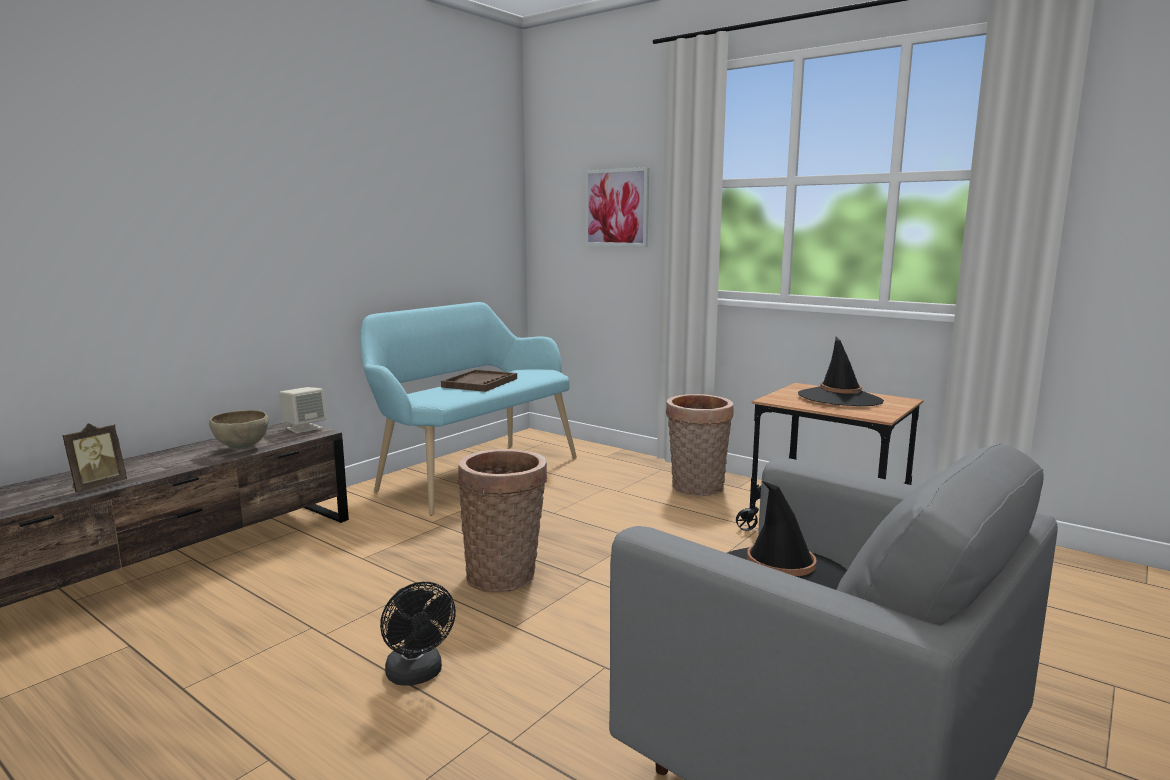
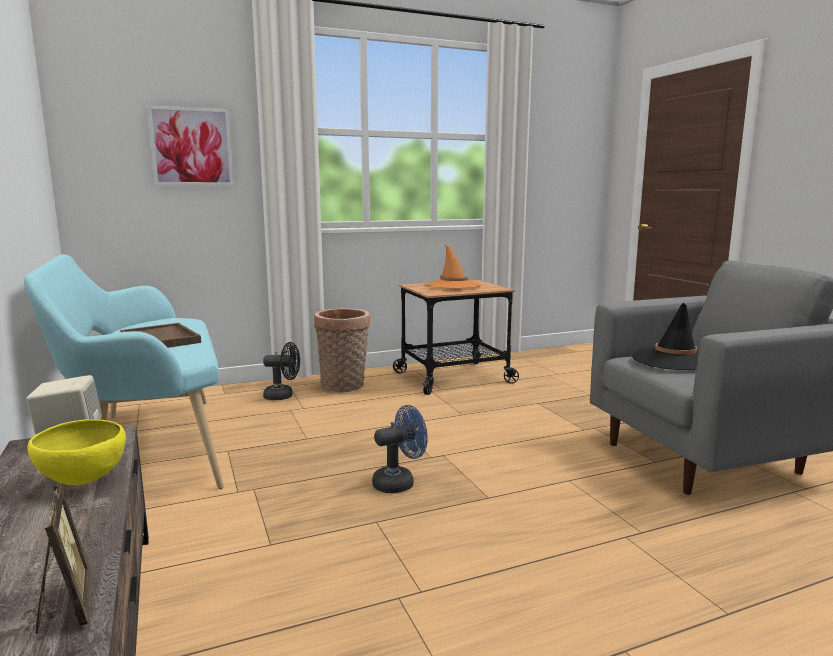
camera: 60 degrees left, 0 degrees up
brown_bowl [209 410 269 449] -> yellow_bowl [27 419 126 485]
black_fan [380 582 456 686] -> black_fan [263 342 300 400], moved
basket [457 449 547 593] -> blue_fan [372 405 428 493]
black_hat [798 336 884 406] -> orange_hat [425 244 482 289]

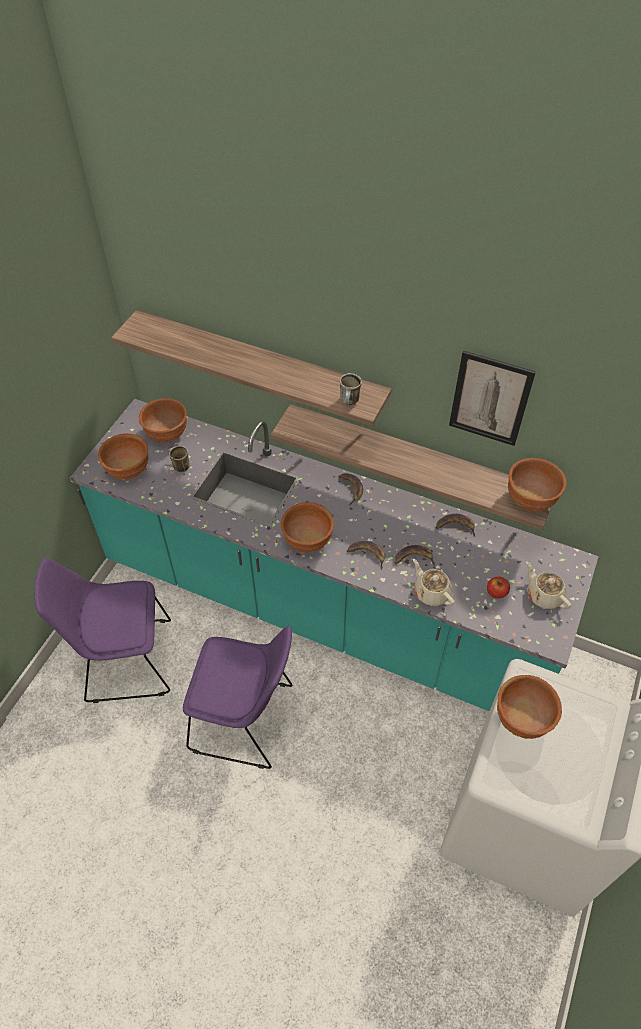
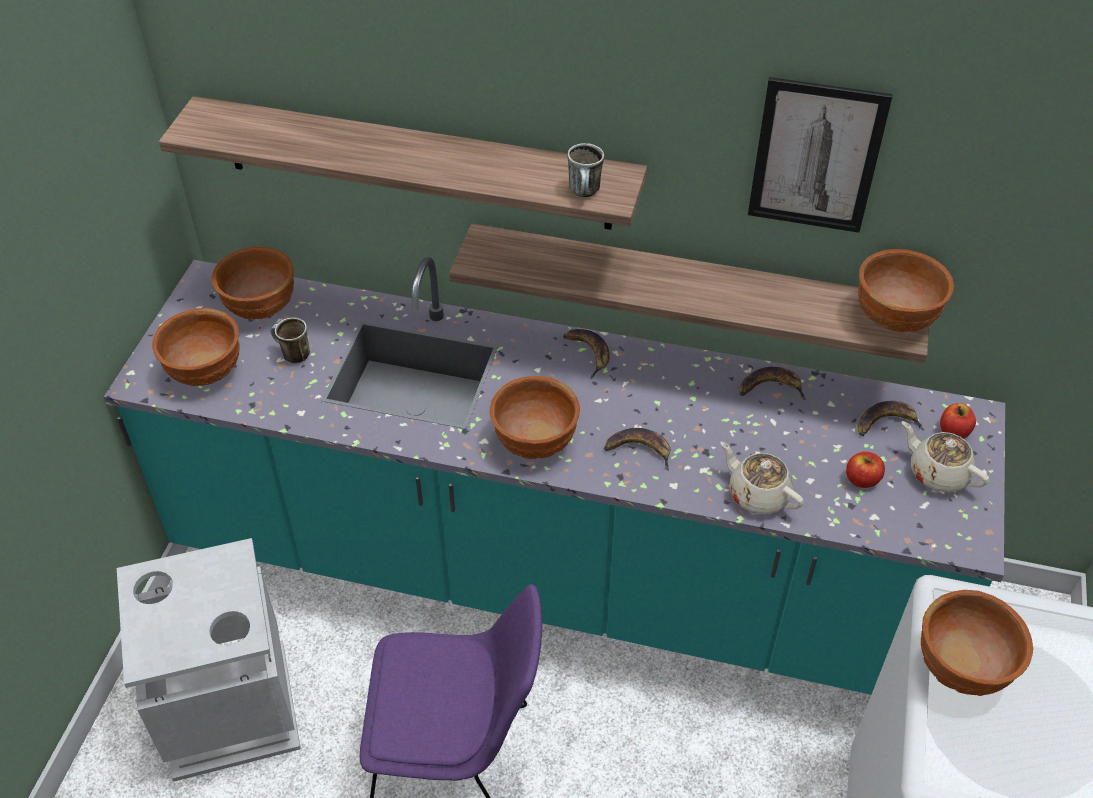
camera: 10 degrees left, 5 degrees down
purple_chair [34 558 171 703] -> grey_trash_can [117 538 301 782]
banana [394 545 435 566] -> banana [857 401 925 436], moved
none -> apple [940 403 976 439]

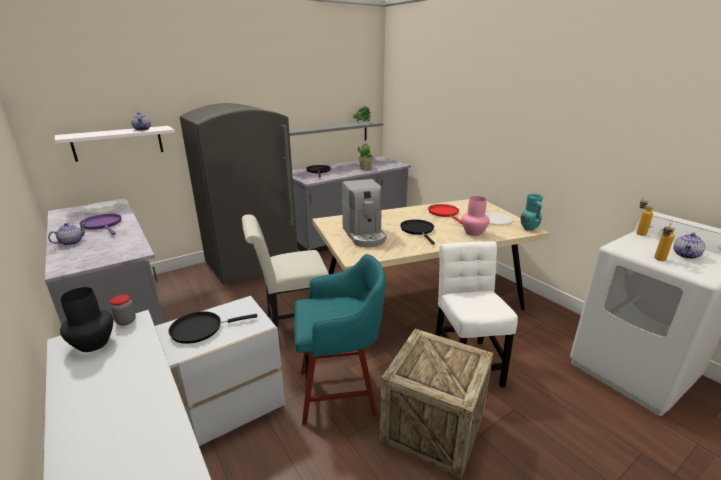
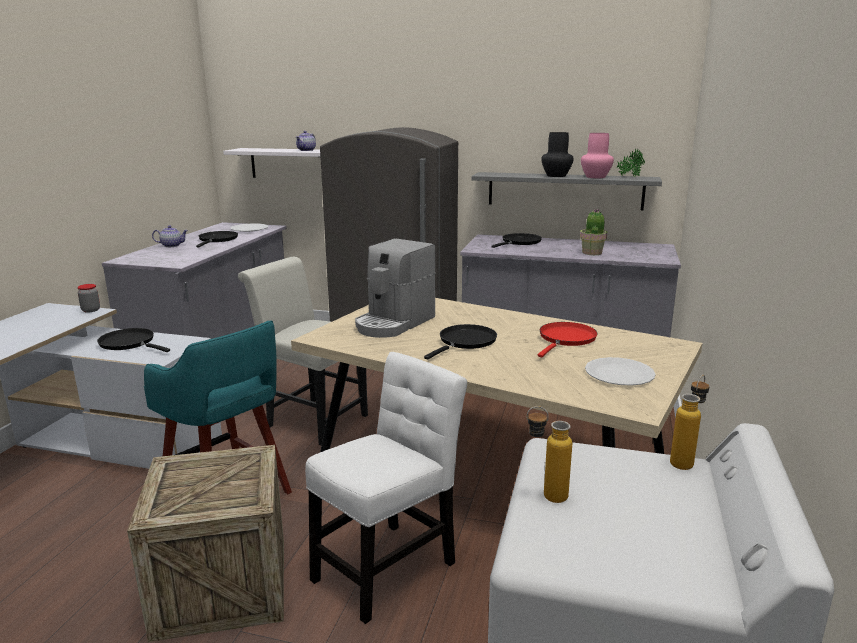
camera: 50 degrees right, 5 degrees down
purple_frying_pan [80 214 121 235] -> black_frying_pan [196 231 238 247]
black_vase [60 287 113 352] -> black_vase [541 132 574 177], moved
pink_vase [461 196 490 236] -> pink_vase [581 133 614 178], moved
turquoise_vase [520 194 543 231] -> none
teapot [673 233 705 259] -> none

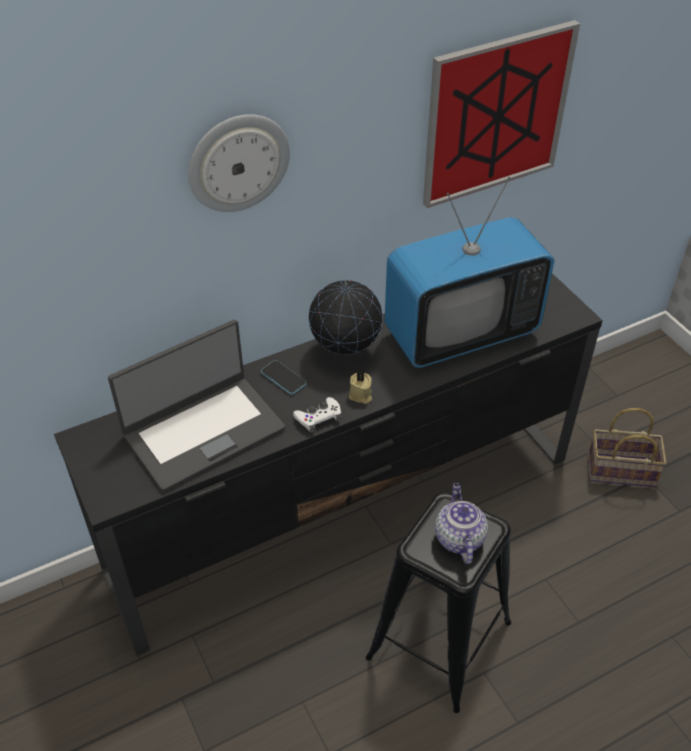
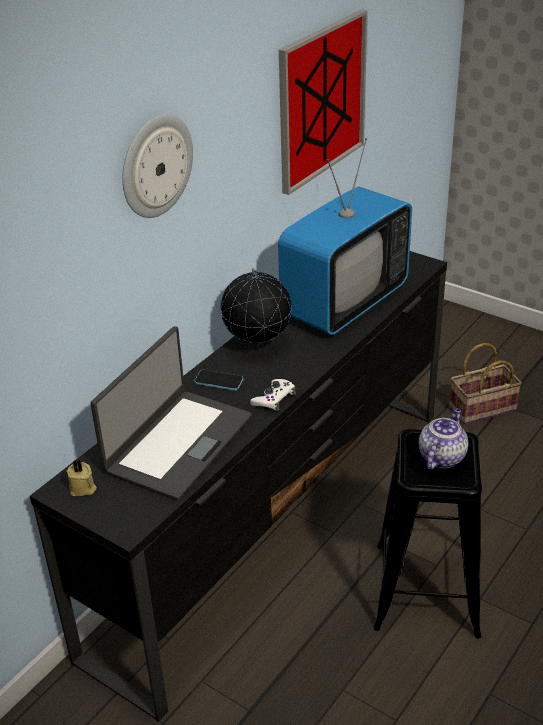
camera: 25 degrees left, 10 degrees down
beige_candle [349 370 372 404] -> beige_candle [67 459 97 496], moved
teapot [435 483 488 564] -> teapot [419 408 468 470], 60 degrees clockwise

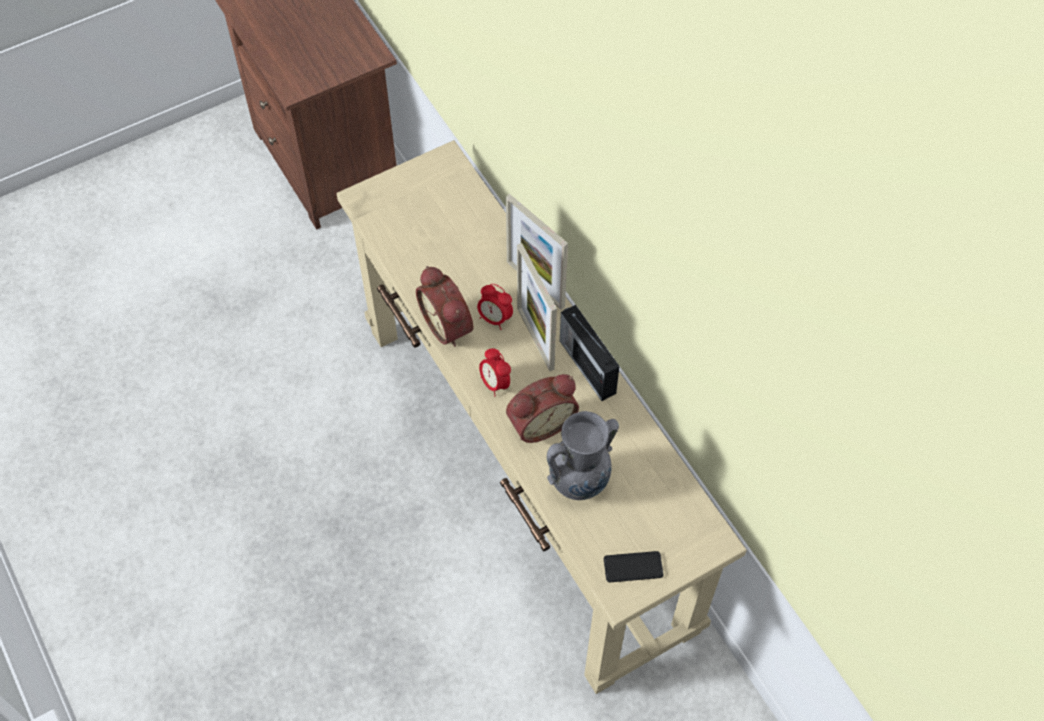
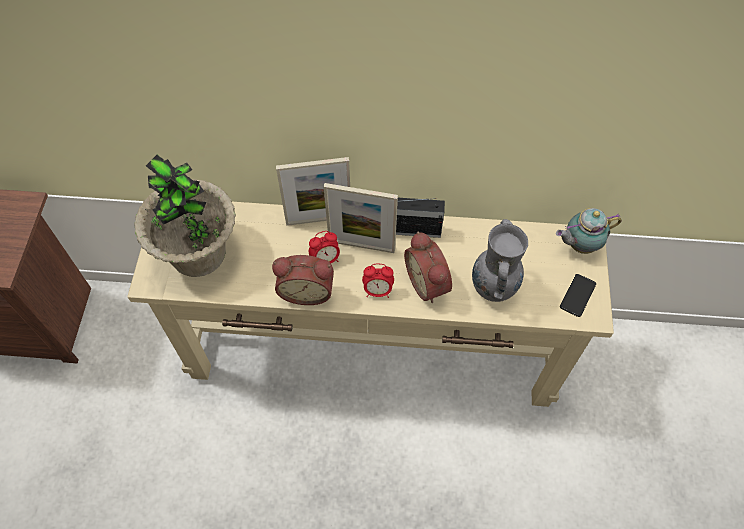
camera: 55 degrees left, 0 degrees up
none -> potted_plant [134 155 236 277]
alarm_clock [506 374 579 443] -> alarm_clock [404 231 452 303], 150 degrees clockwise
none -> teapot [556 208 622 254]

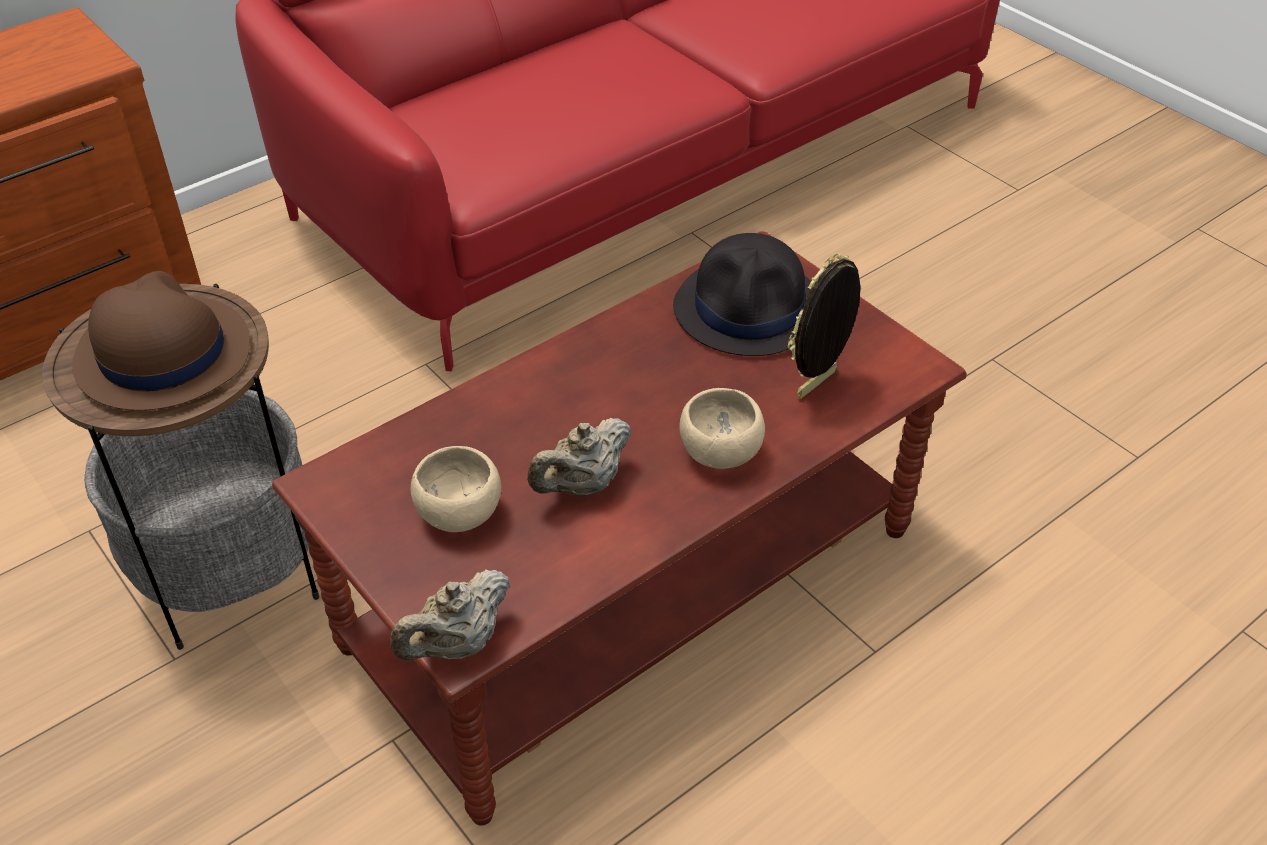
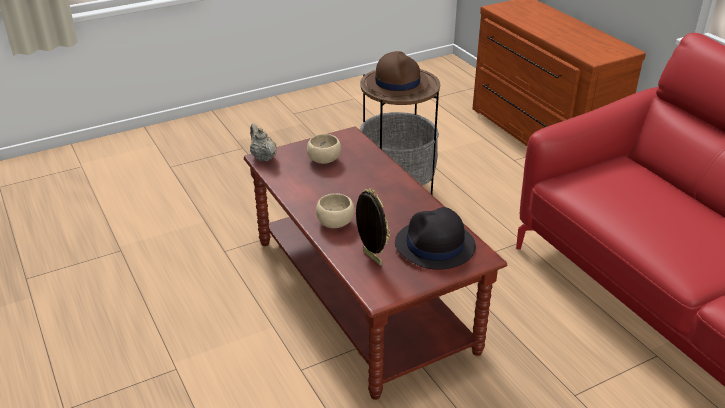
camera: 100 degrees right, 10 degrees down
beige_teapot [527 418 631 496] -> none

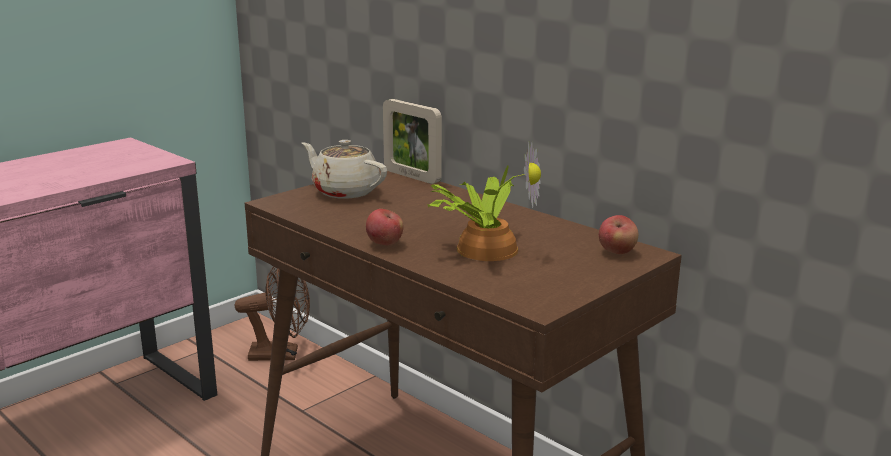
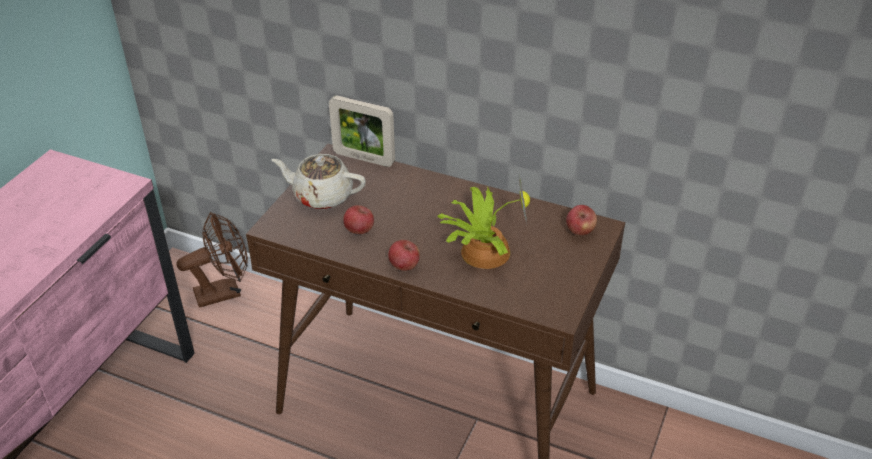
camera: 20 degrees left, 20 degrees up
none -> apple [343 205 374 234]

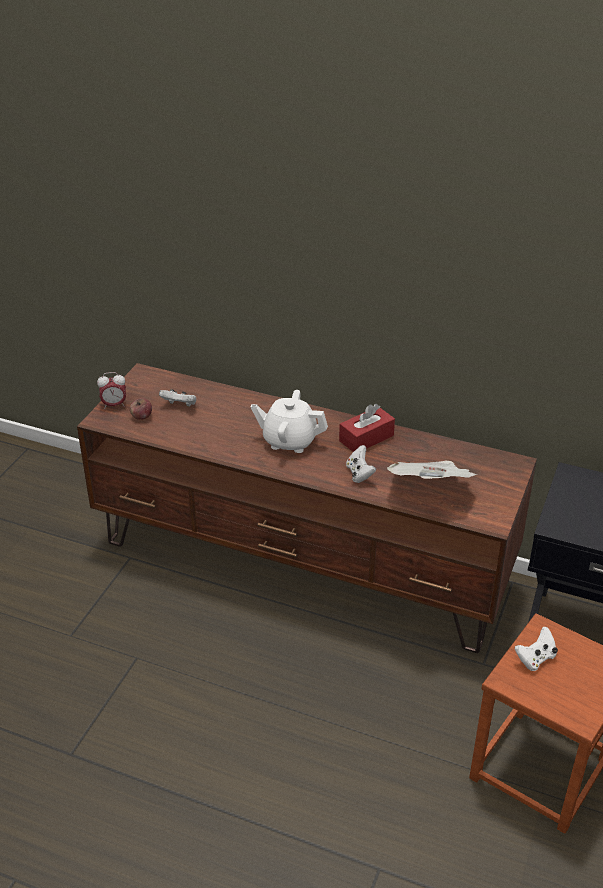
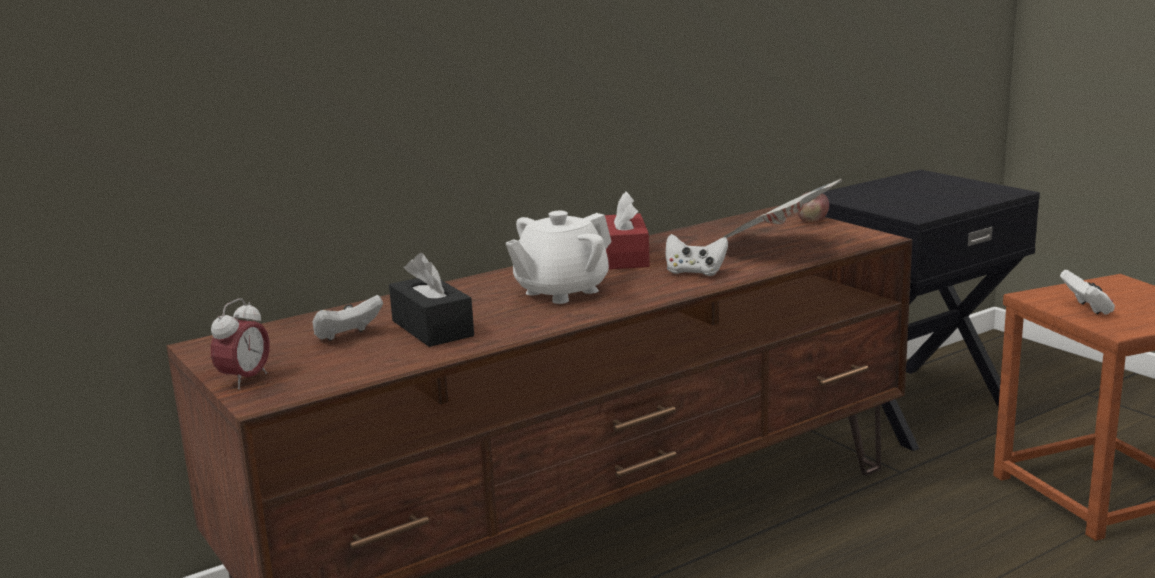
camera: 55 degrees left, 20 degrees down
none -> black_tissue_box [389 253 474 347]
apple [130 398 152 420] -> apple [797 191 829 223], moved

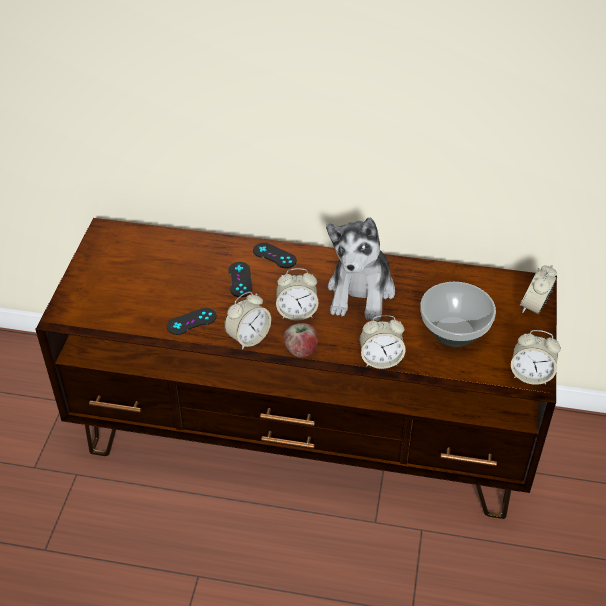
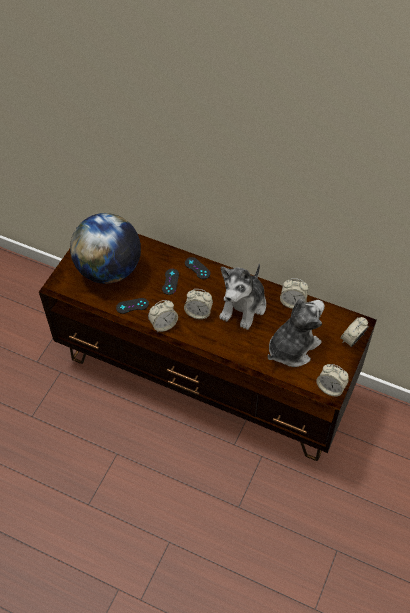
camera: 15 degrees right, 10 degrees up
none -> globe [70 213 141 284]
bowl [420 282 496 347] -> plush_toy [267 299 325 367]
alarm_clock [360 315 406 369] -> alarm_clock [280 278 309 309], moved
apple [284 323 318 357] -> none

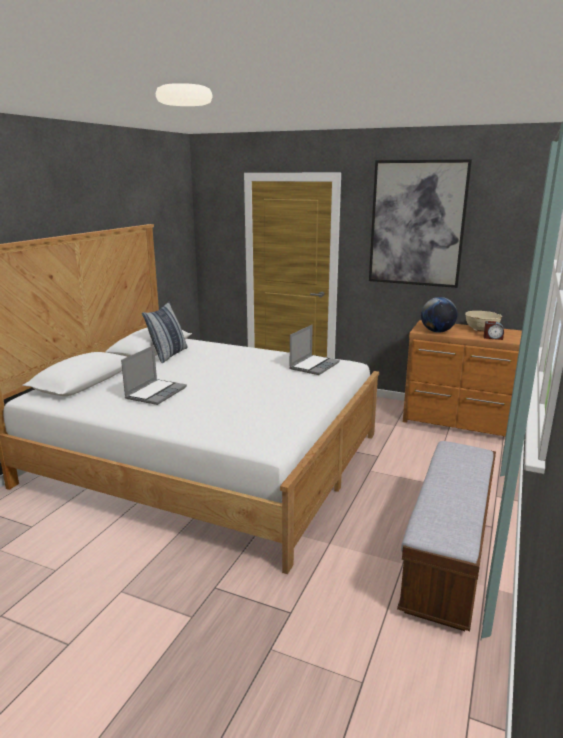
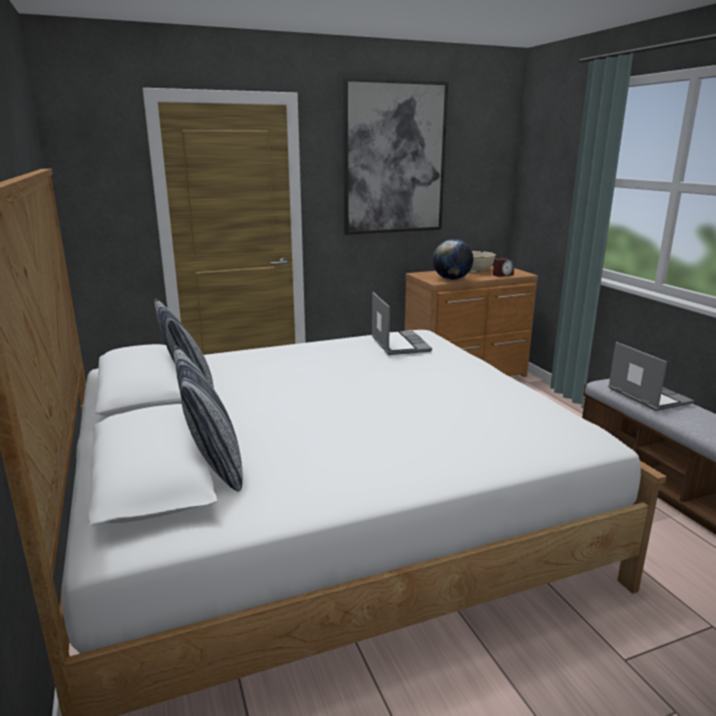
camera: 45 degrees left, 0 degrees up
none -> pillow [174 346 243 492]
laptop [121 345 187 405] -> laptop [608 342 694 411], moved

